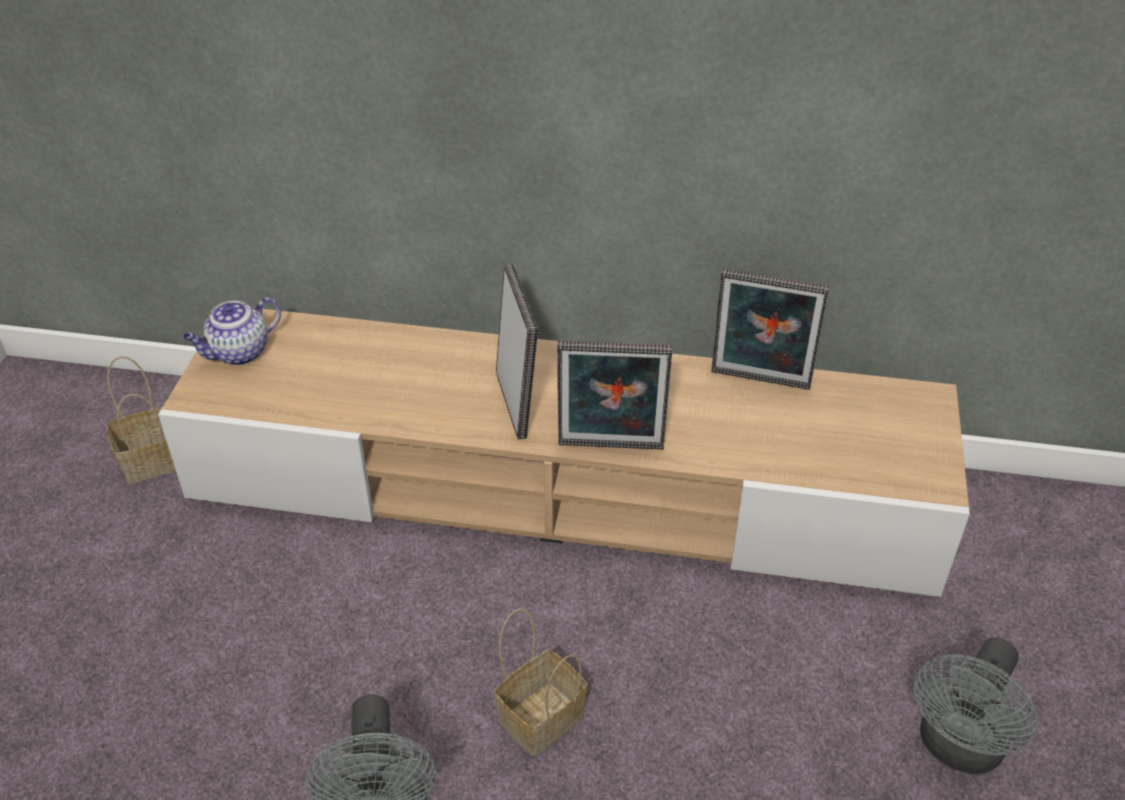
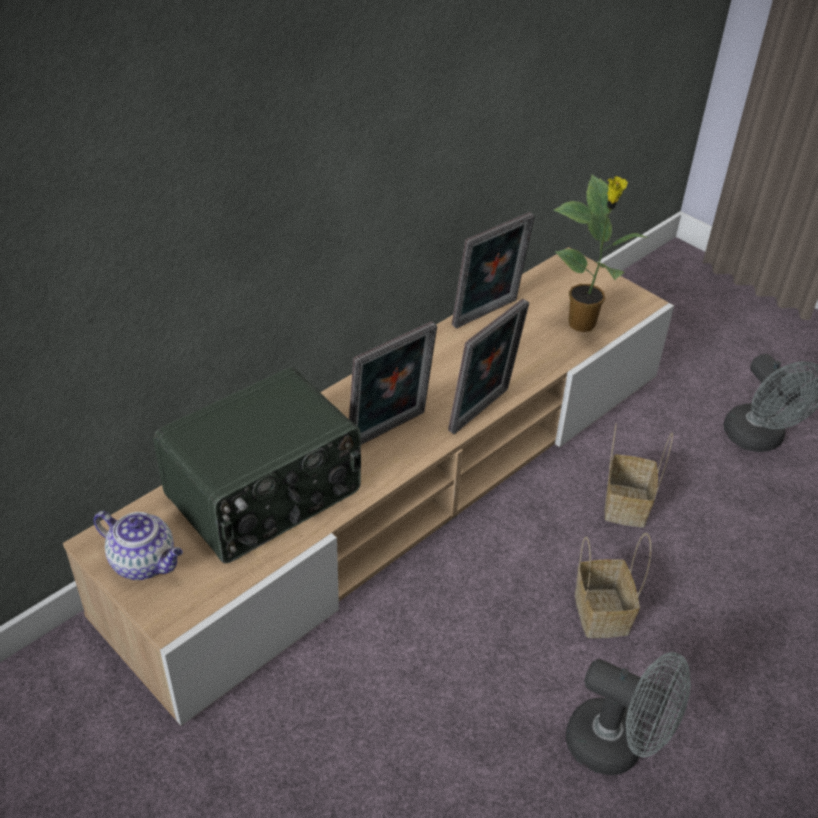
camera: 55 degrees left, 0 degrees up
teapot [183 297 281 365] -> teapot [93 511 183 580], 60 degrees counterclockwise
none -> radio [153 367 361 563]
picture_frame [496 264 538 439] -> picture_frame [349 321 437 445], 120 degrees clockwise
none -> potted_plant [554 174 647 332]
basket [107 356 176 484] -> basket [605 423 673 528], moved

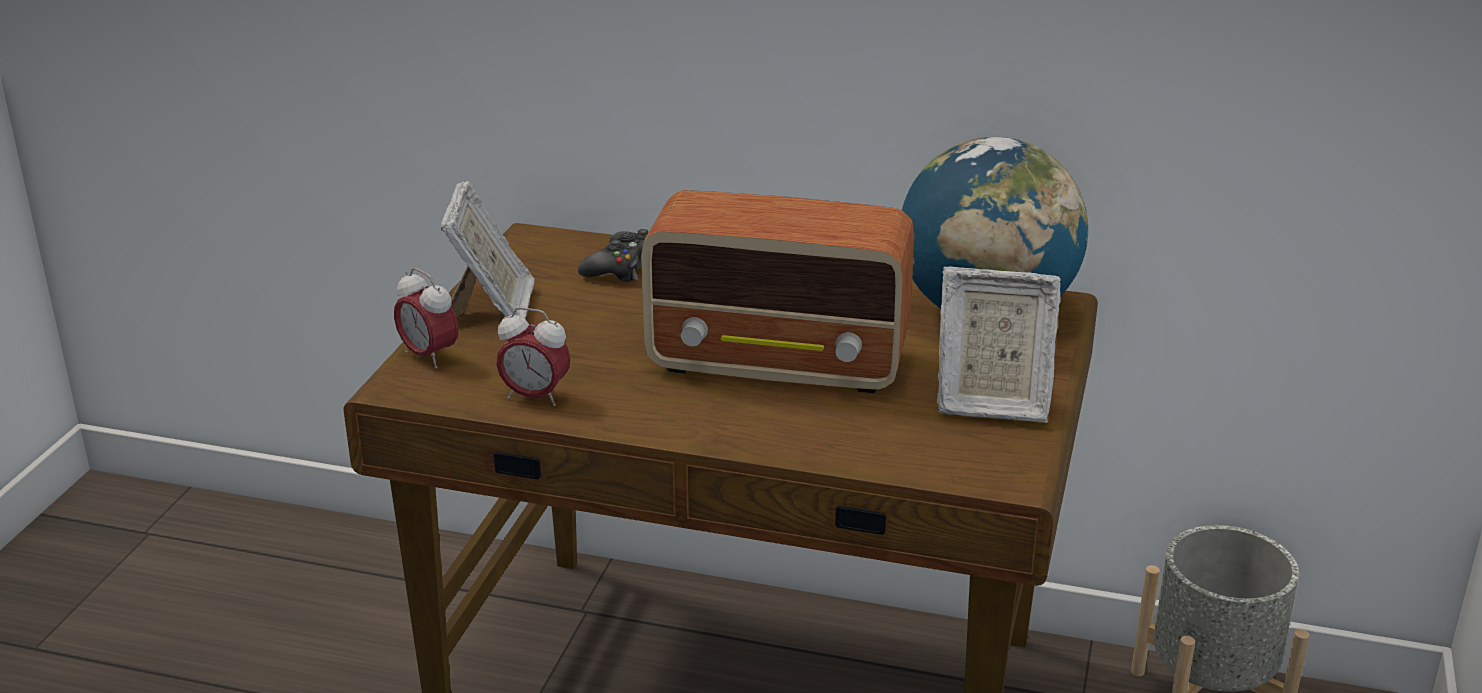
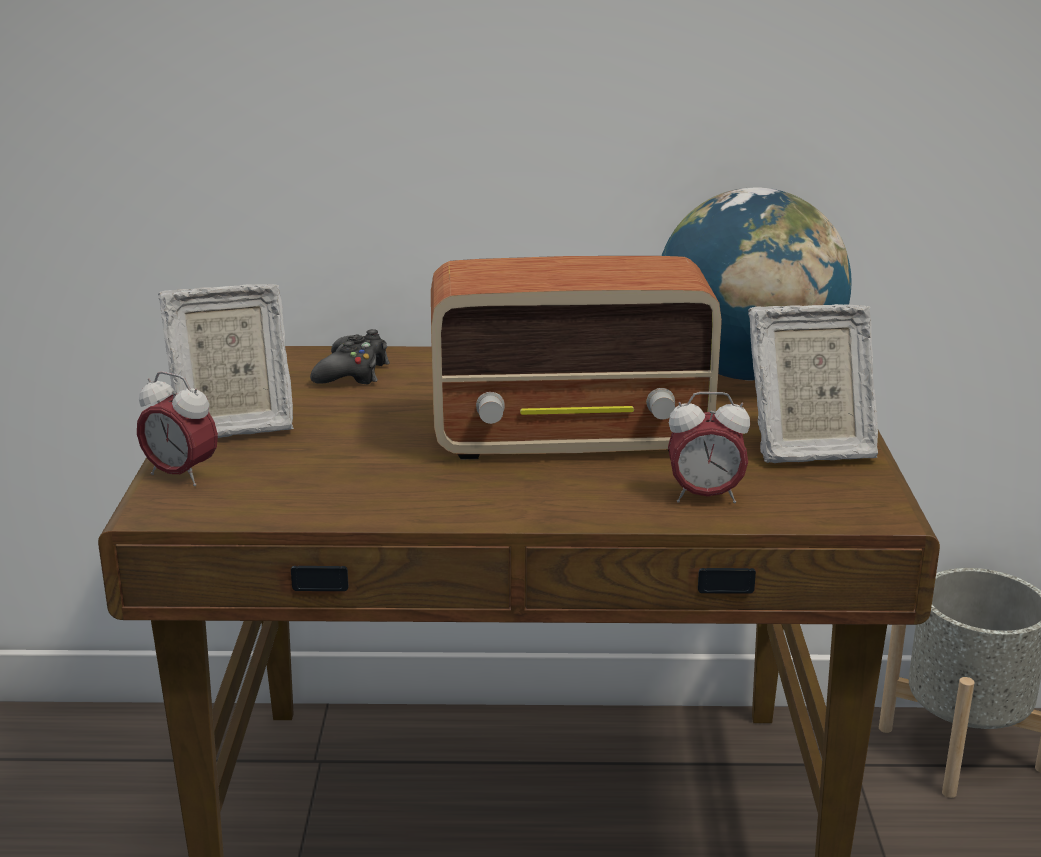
camera: 15 degrees left, 5 degrees down
picture_frame [441 180 535 319] -> picture_frame [158 284 294 438], 90 degrees clockwise
alarm_clock [496 307 571 406] -> alarm_clock [668 392 750 503], moved

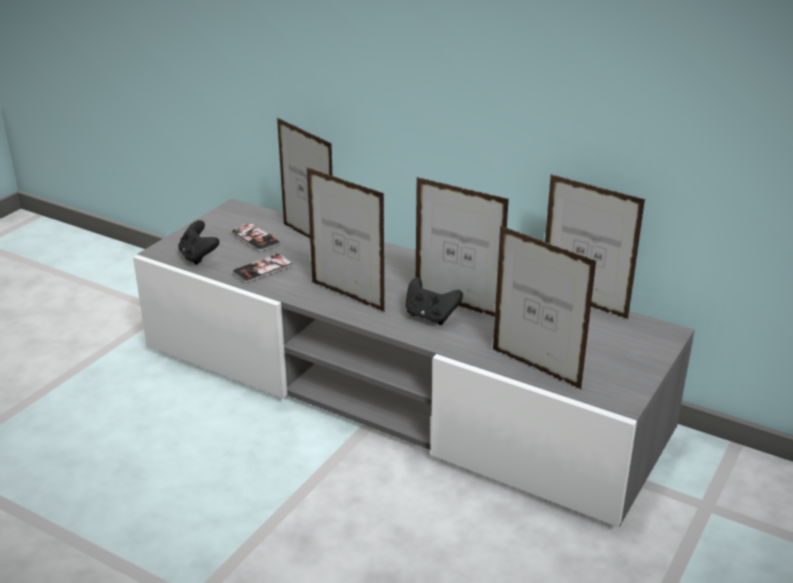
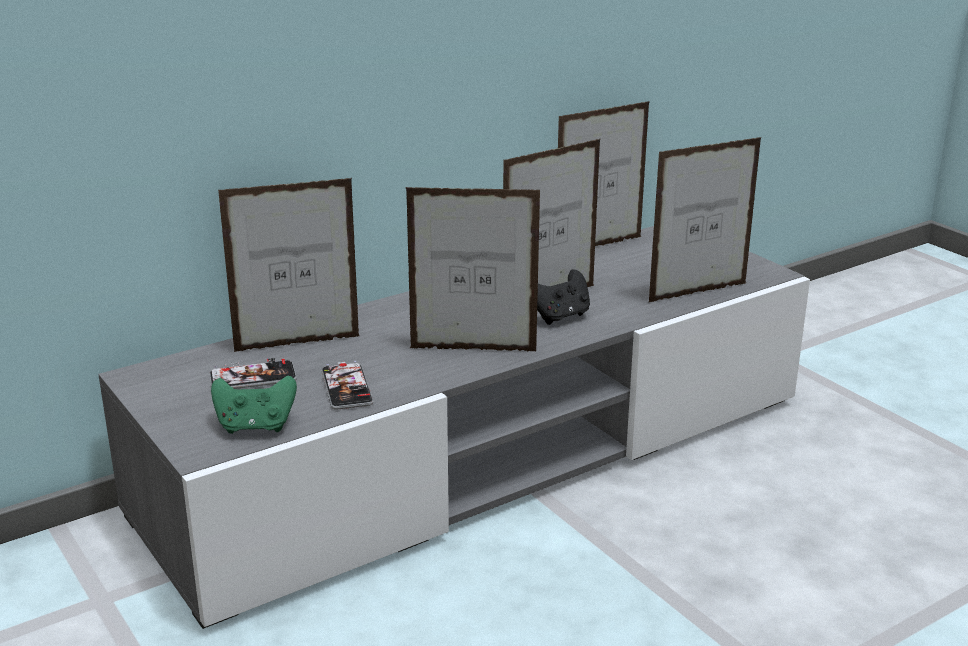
camera: 65 degrees left, 5 degrees down
black_game_controller [178 220 219 265] -> green_game_controller [211 376 297 434]
picture_frame [307 167 385 312] -> picture_frame [406 187 540 351], 150 degrees counterclockwise

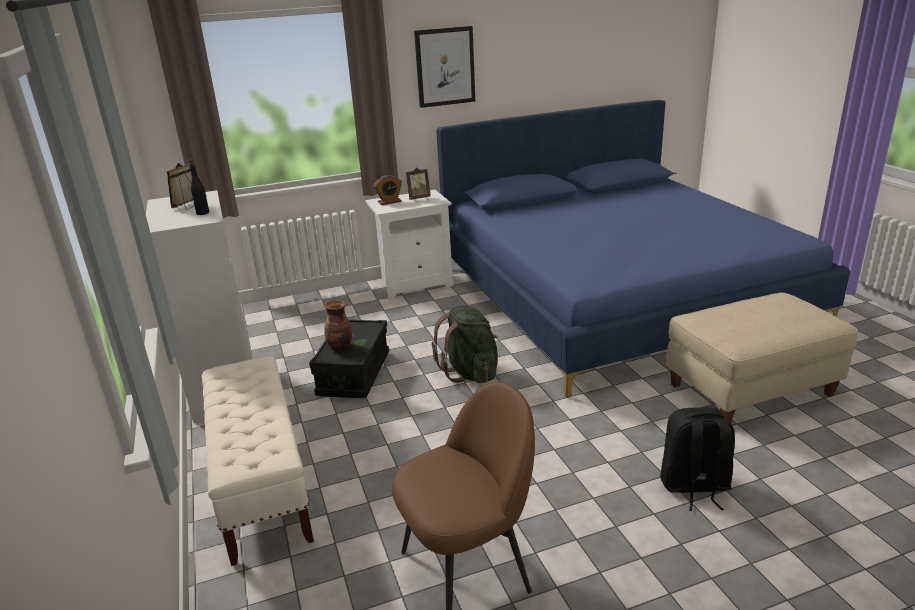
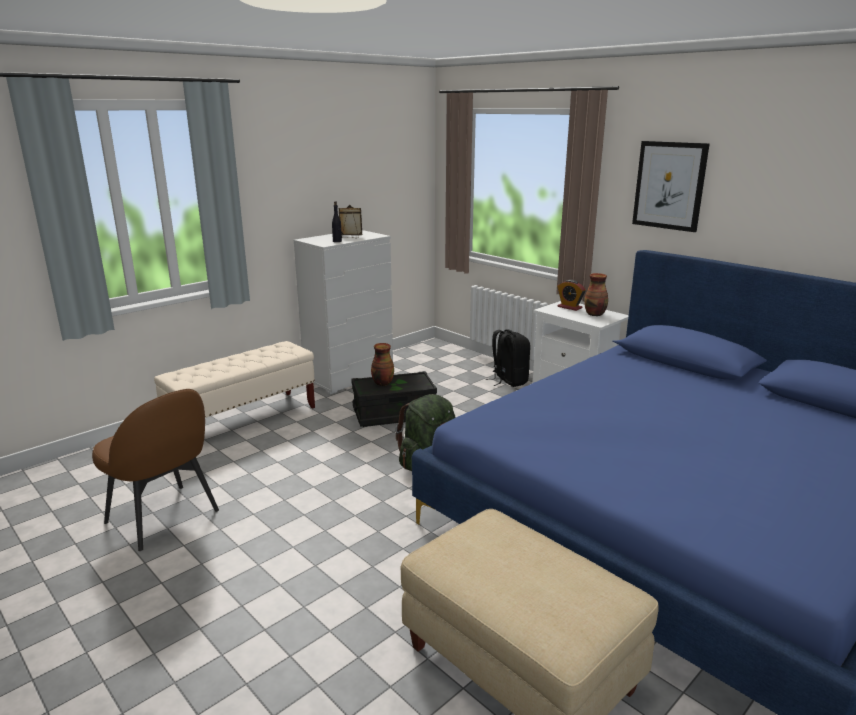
camera: 65 degrees right, 5 degrees down
black_backpack [660 407 735 511] -> black_backpack [486 329 530 387], moved
picture_frame [406 167 431 200] -> vase [584 273 608 316]

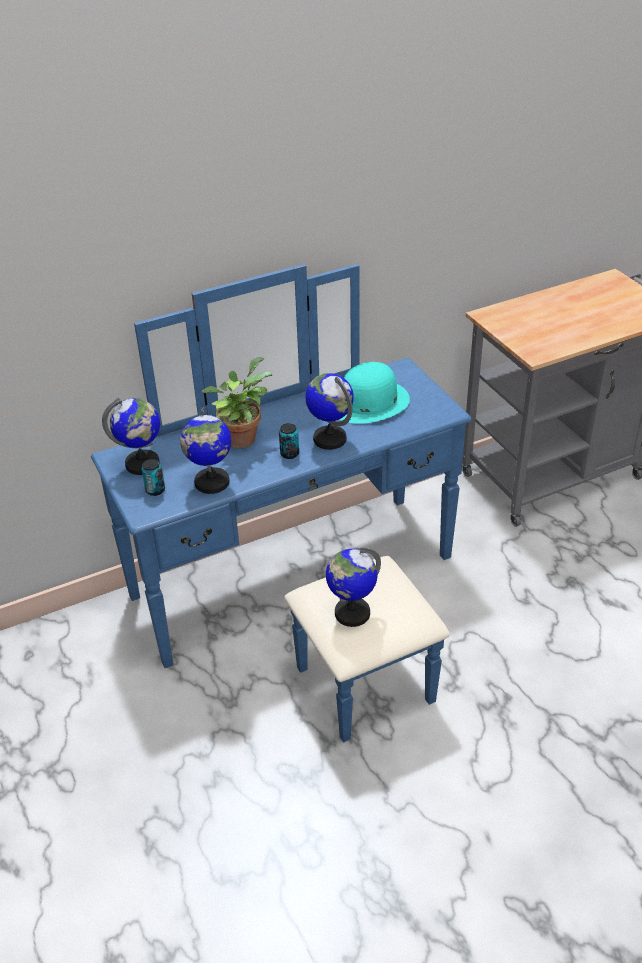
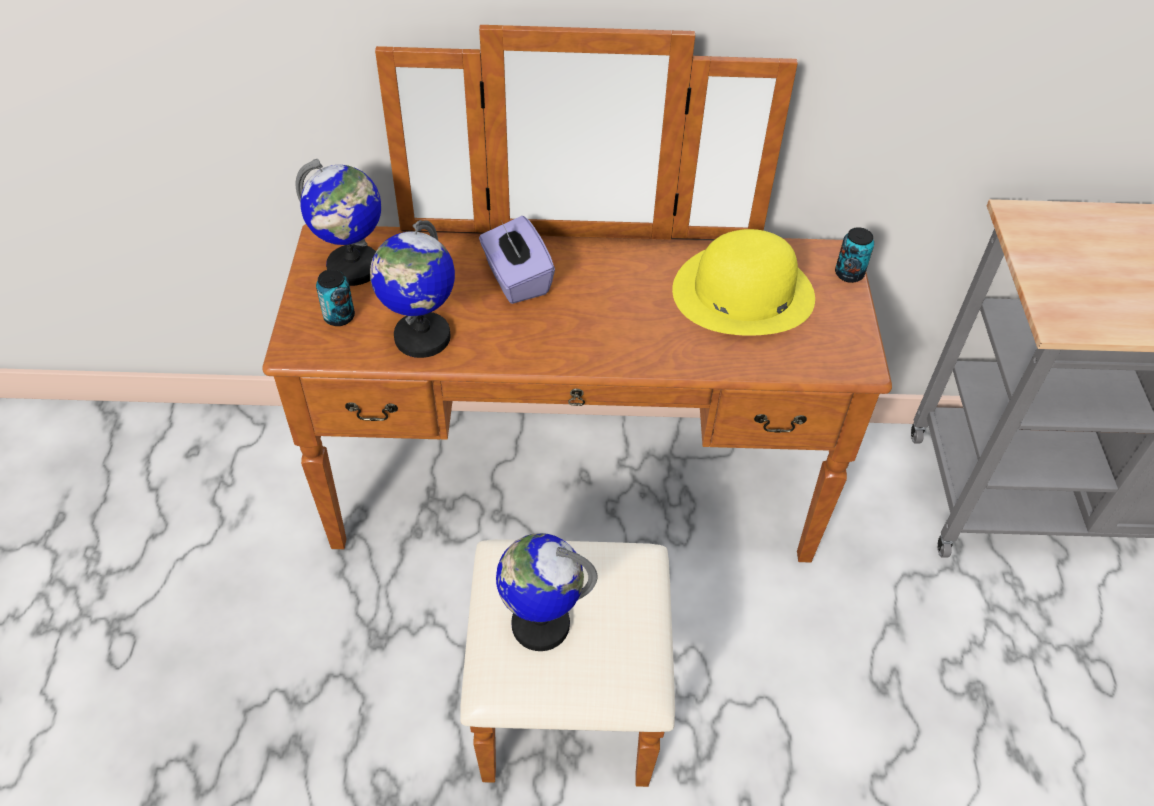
camera: 25 degrees right, 10 degrees up
blue_dresser [91 264 471 742] -> brown_dresser [262 25 892 787]
potted_plant [201 357 272 448] -> purple_tissue_box [479 216 555 304]
turquoise_hat [340 362 410 424] -> yellow_hat [672 229 815 336]
can [279 423 299 459] -> can [835 227 874 283], moved
globe [305 373 354 450] -> none

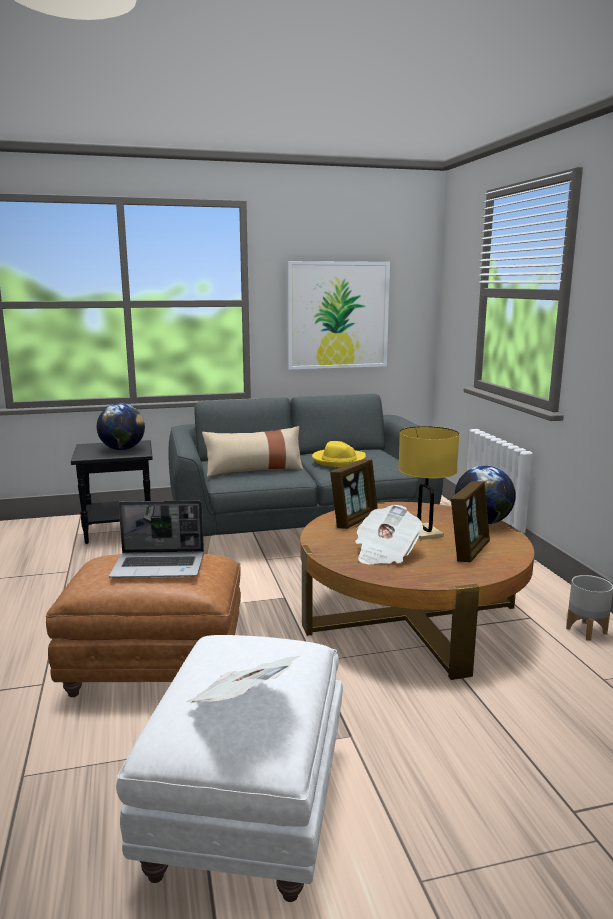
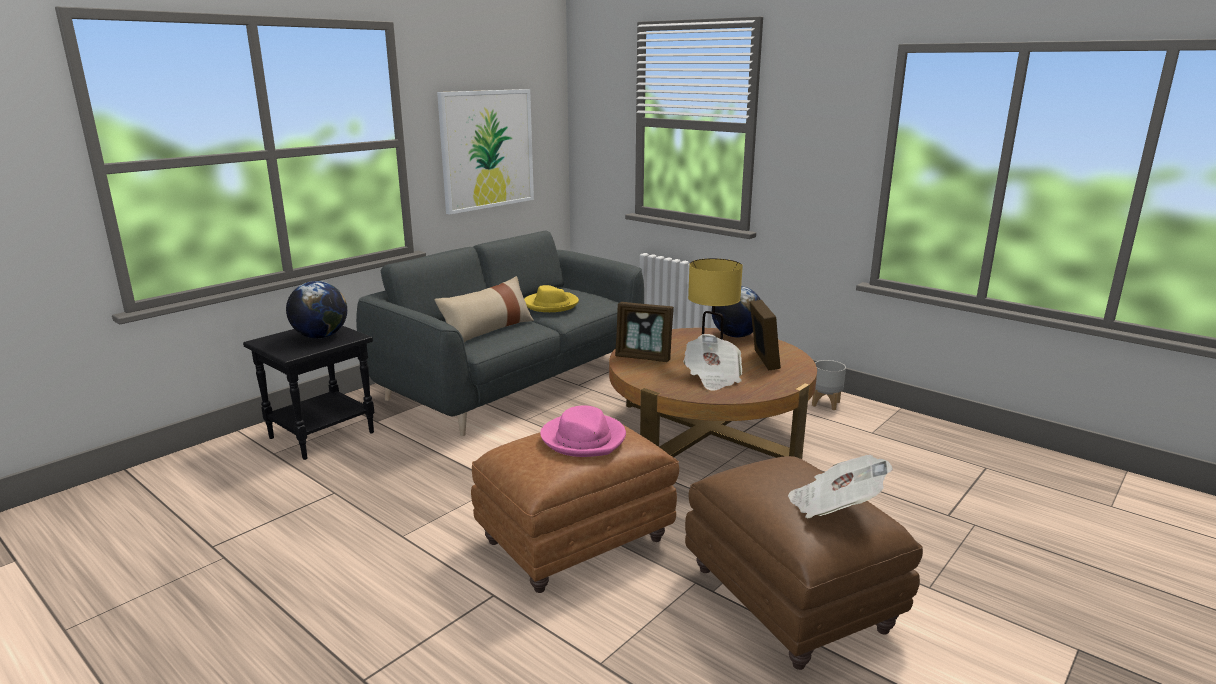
camera: 35 degrees left, 5 degrees up
laptop [109 500 204 578] -> pink_hat [540 405 626 457]
picture_frame [330 459 378 529] -> picture_frame [615 302 674 362], 105 degrees clockwise
white_ottoman [116 635 343 902] -> brown_ottoman [685 456 923 670]

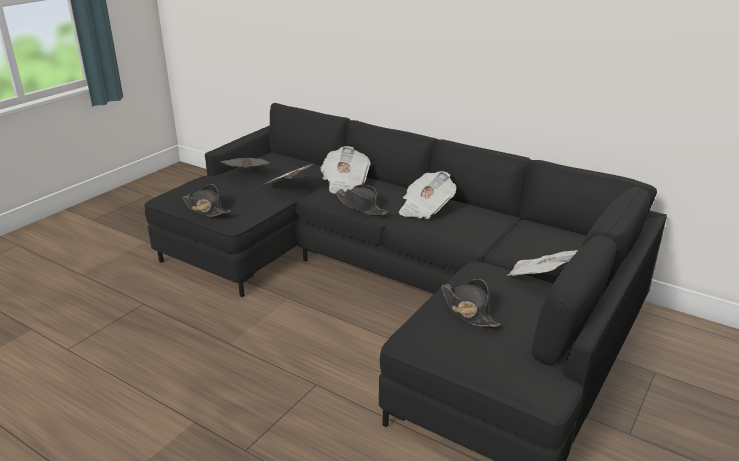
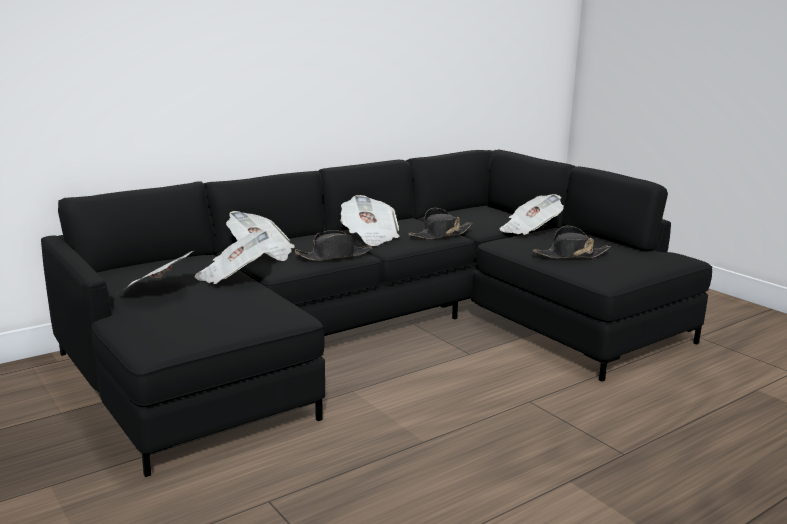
camera: 70 degrees left, 10 degrees down
black_hat [182 184 230 217] -> black_hat [408 208 473 239], moved

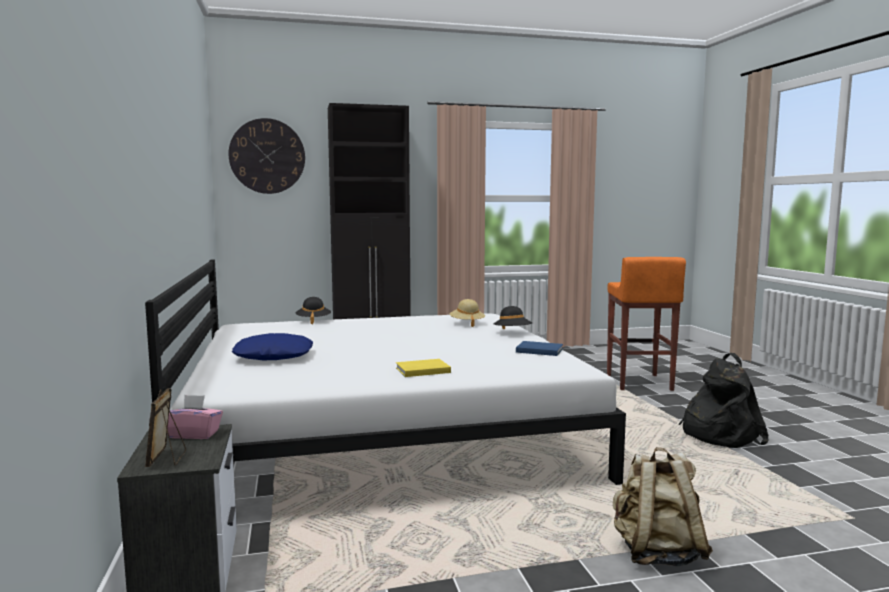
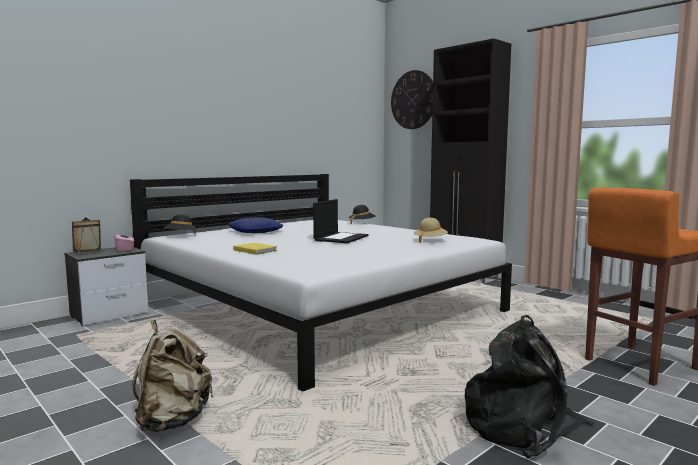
camera: 60 degrees right, 0 degrees up
black_hat [493 306 532 330] -> black_hat [164 214 197 234], moved
none -> laptop [313 199 368 243]
blue_book [516 341 563 356] -> none

